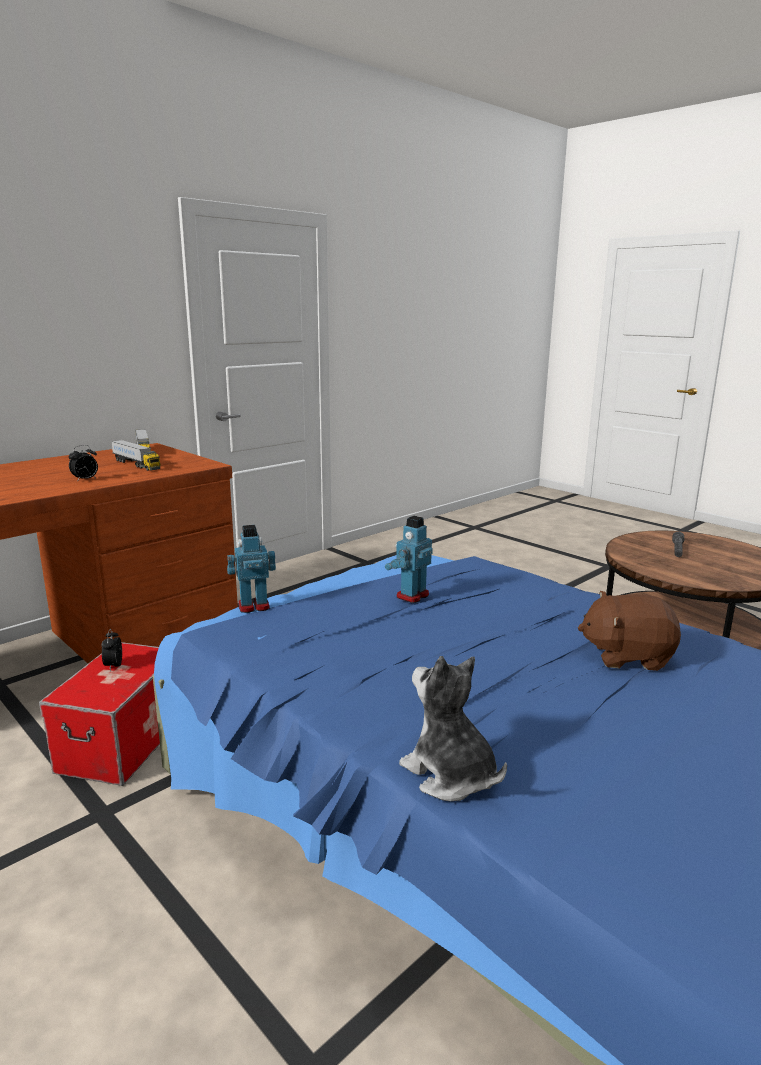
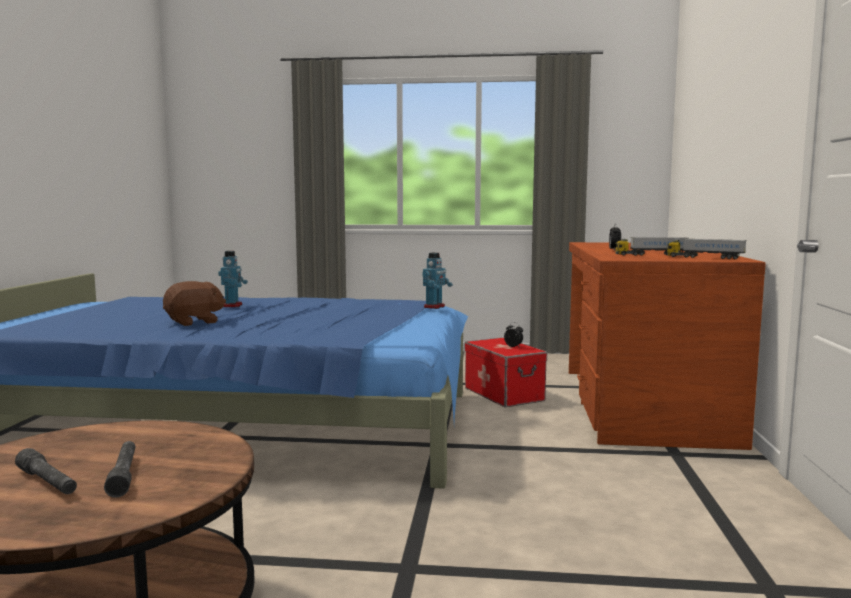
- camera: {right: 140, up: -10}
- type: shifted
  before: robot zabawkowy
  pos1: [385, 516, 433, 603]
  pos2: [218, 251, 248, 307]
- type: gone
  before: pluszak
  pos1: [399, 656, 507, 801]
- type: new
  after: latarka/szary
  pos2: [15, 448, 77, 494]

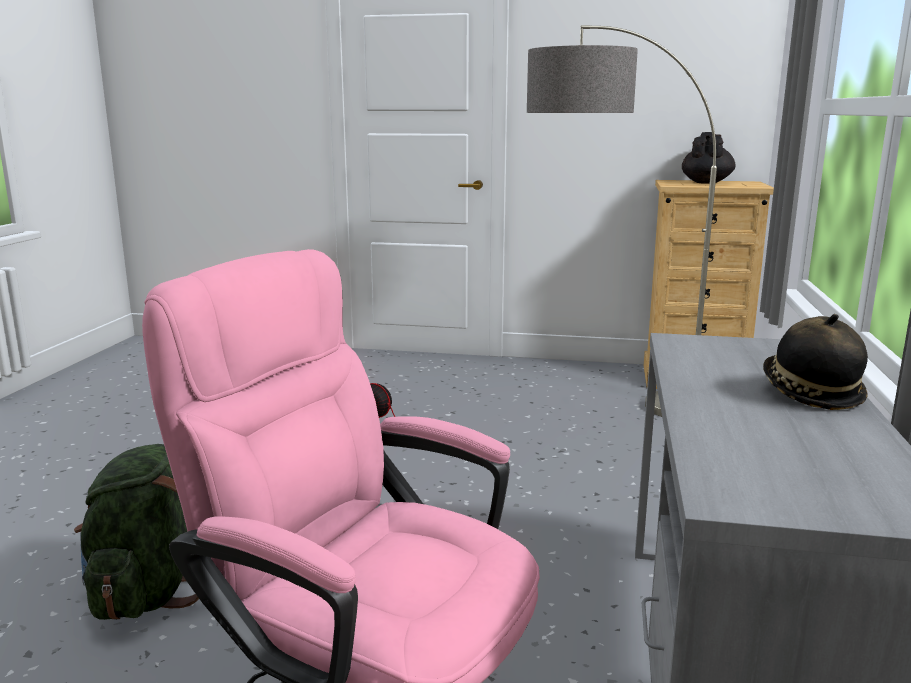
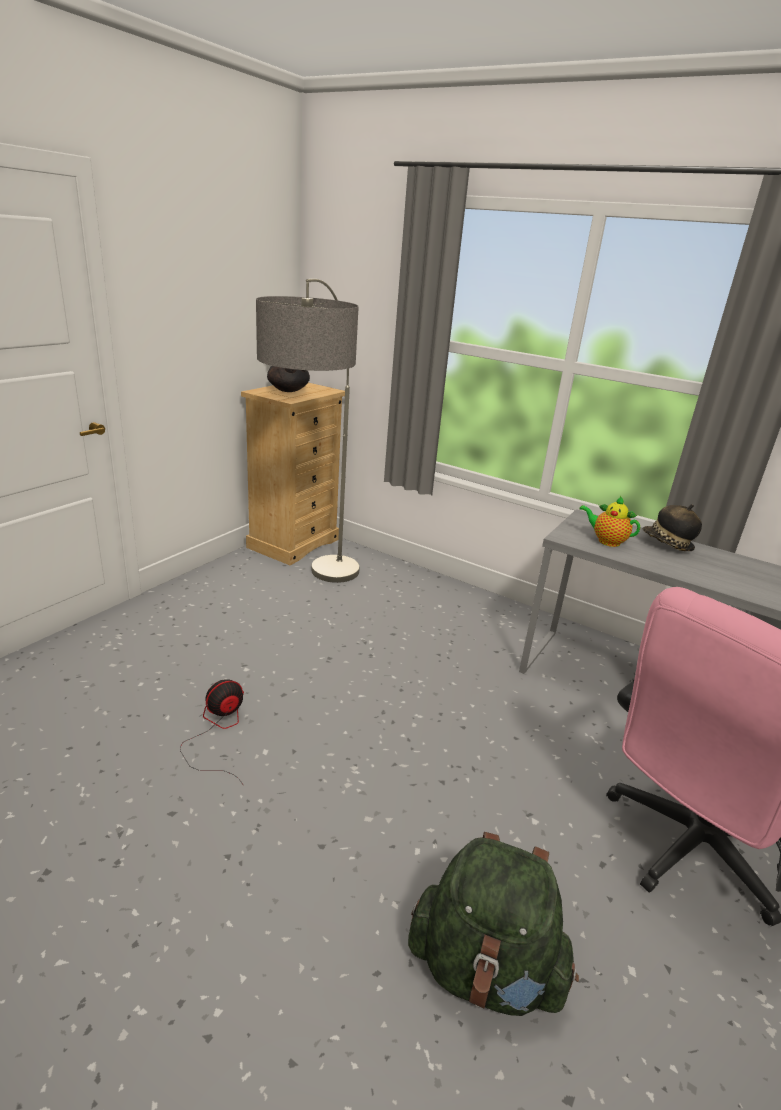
- camera: {right: -70, up: 10}
- type: new
  after: imbryk
  pos2: [579, 496, 640, 547]

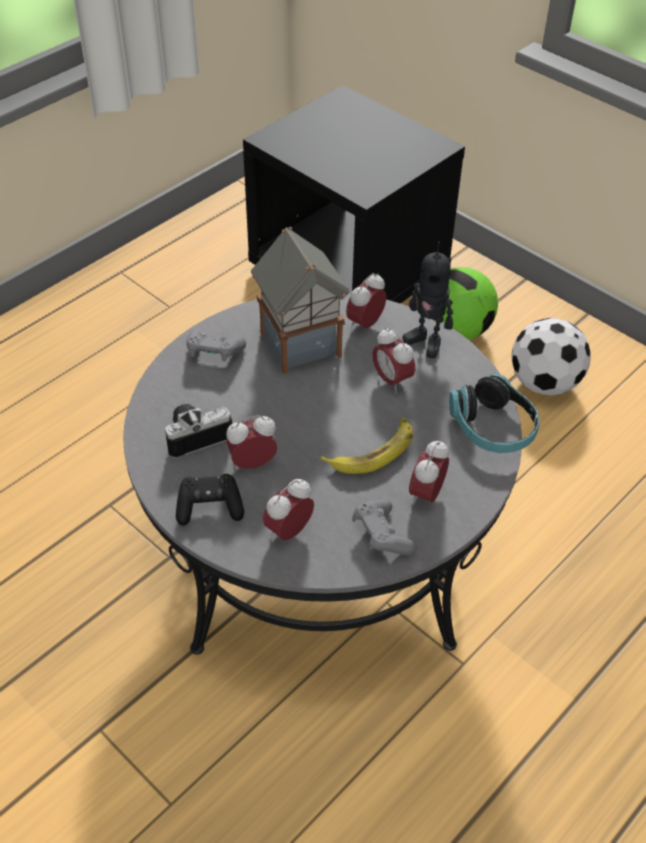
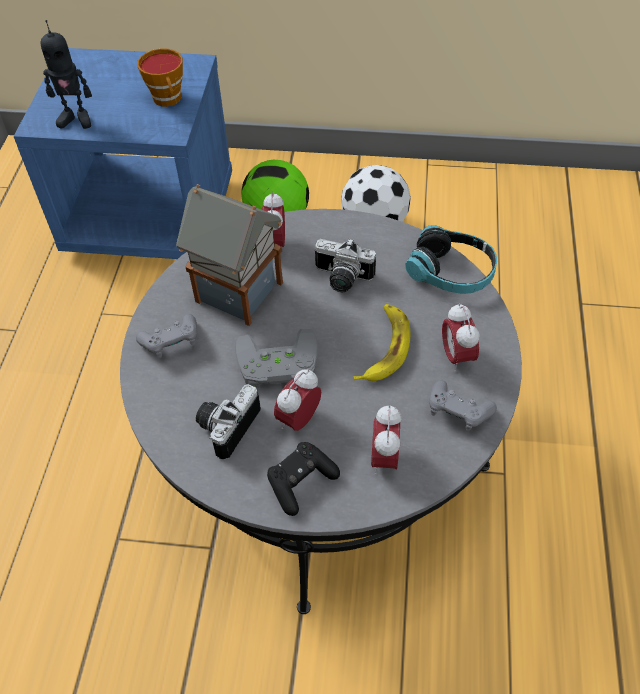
- camera: {right: -35, up: 5}
- type: repainted
  before: szafka nocna/czarny
  after: szafka nocna/niebieski
  pos1: [243, 85, 465, 304]
  pos2: [14, 48, 232, 259]
- type: shifted
  before: robot zabawkowy
  pos1: [402, 241, 453, 358]
  pos2: [41, 20, 92, 129]
- type: swapped
  before: budzik
  after: aparat fotograficzny
  pos1: [373, 327, 415, 393]
  pos2: [315, 238, 376, 292]
- type: new
  after: filiżanka
  pos2: [137, 48, 183, 107]
- type: new
  after: pad do gier/szary
  pos2: [235, 329, 318, 388]

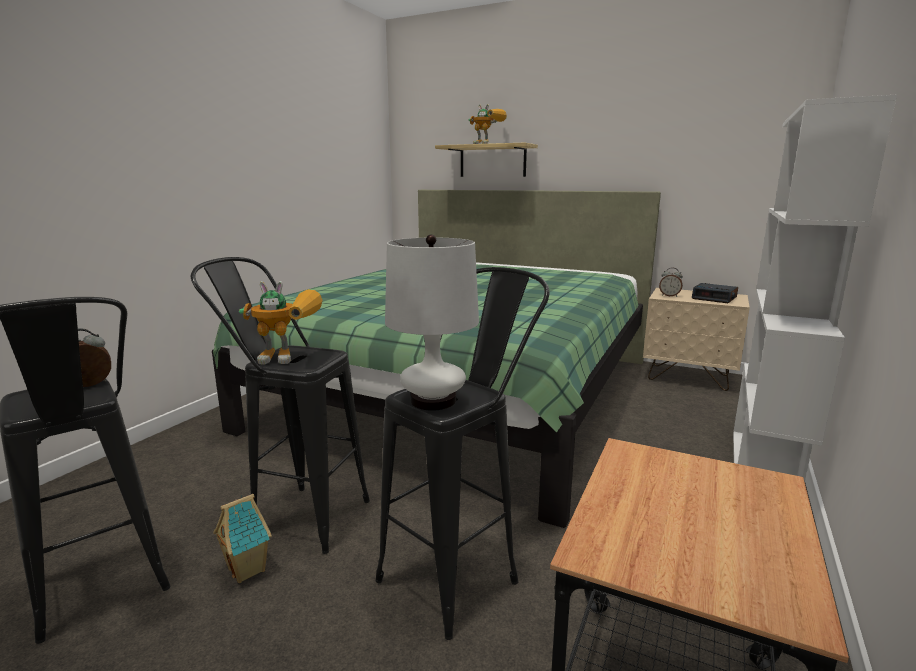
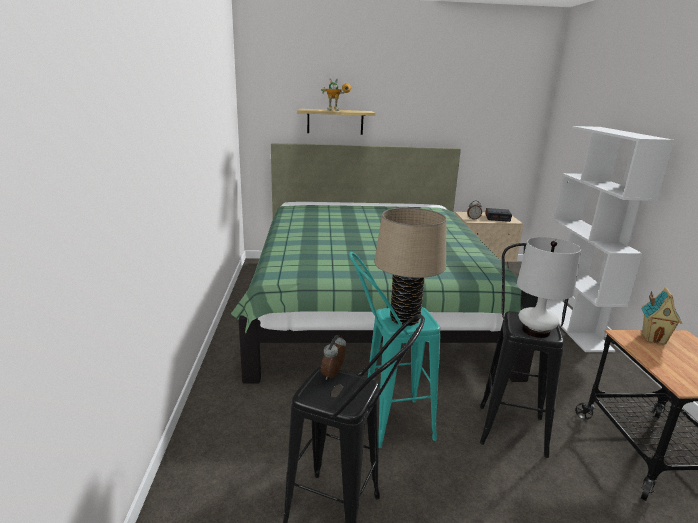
- camera: {right: -30, up: 5}
- type: repainted
  before: stołek/czarny
  after: stołek/turkusowy
  pos1: [190, 257, 370, 554]
  pos2: [349, 252, 440, 448]
- type: swapped
  before: robot zabawkowy
  after: lampa stołowa/beżowy
  pos1: [239, 281, 323, 364]
  pos2: [374, 208, 447, 326]
- type: shifted
  before: domek
  pos1: [213, 494, 272, 583]
  pos2: [641, 287, 683, 344]

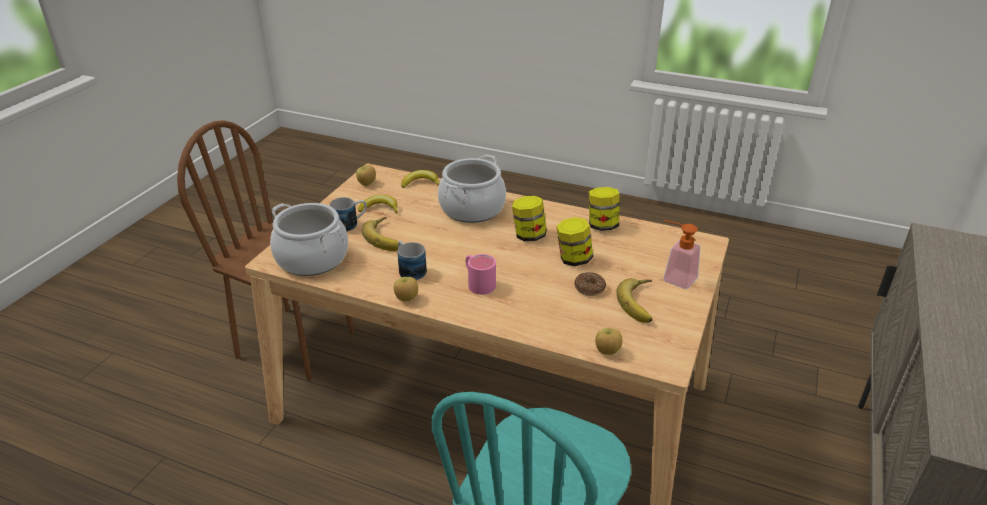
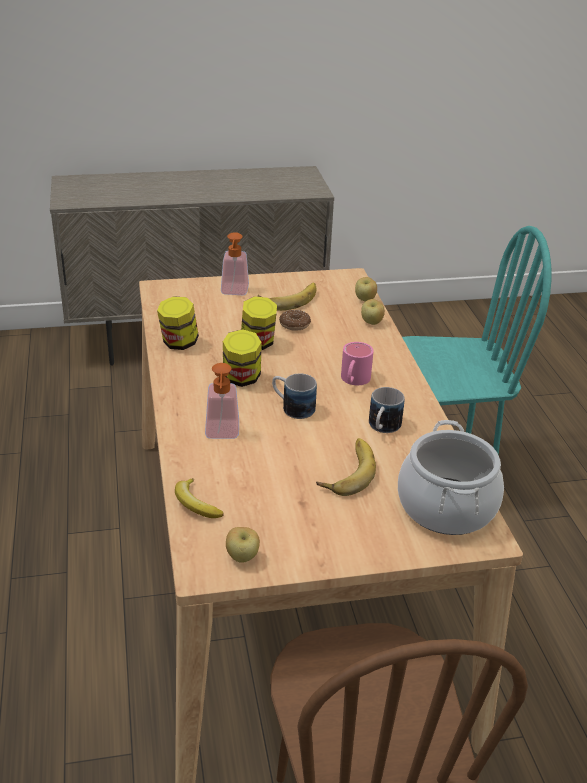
- camera: {right: -125, up: 0}
- type: swapped
  before: garnek
  after: dozownik mydła
  pos1: [438, 155, 506, 223]
  pos2: [205, 363, 239, 439]
- type: gone
  before: banan
  pos1: [358, 195, 398, 214]
- type: shifted
  before: kubek
  pos1: [329, 197, 367, 232]
  pos2: [272, 374, 317, 419]
- type: shifted
  before: jabłko
  pos1: [394, 277, 418, 301]
  pos2: [361, 299, 385, 325]

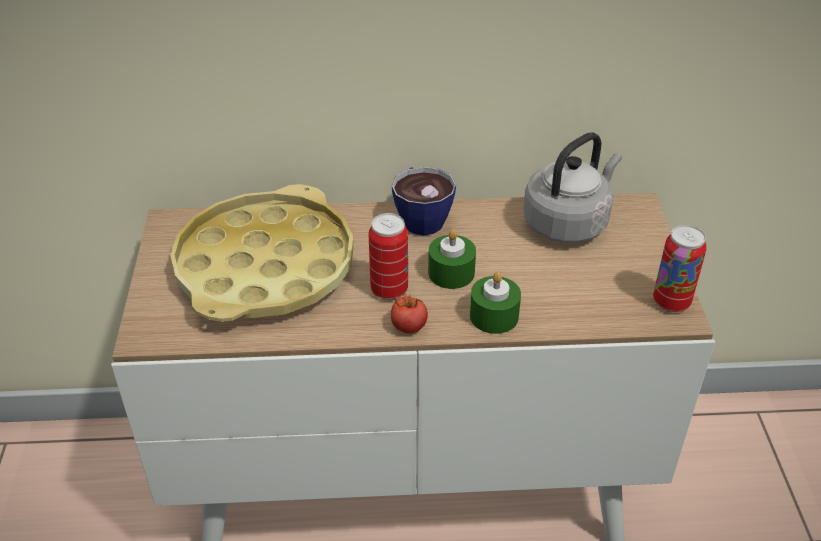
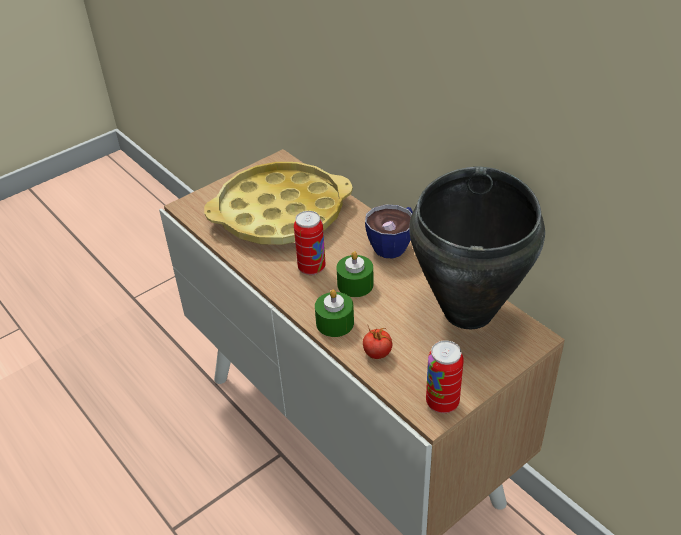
- camera: {right: 55, up: 0}
- type: swapped
  before: czajnik/szary
  after: garnek/czarny
  pos1: [523, 132, 622, 243]
  pos2: [409, 167, 545, 329]
- type: shifted
  before: pomidor
  pos1: [391, 293, 428, 333]
  pos2: [363, 326, 392, 359]

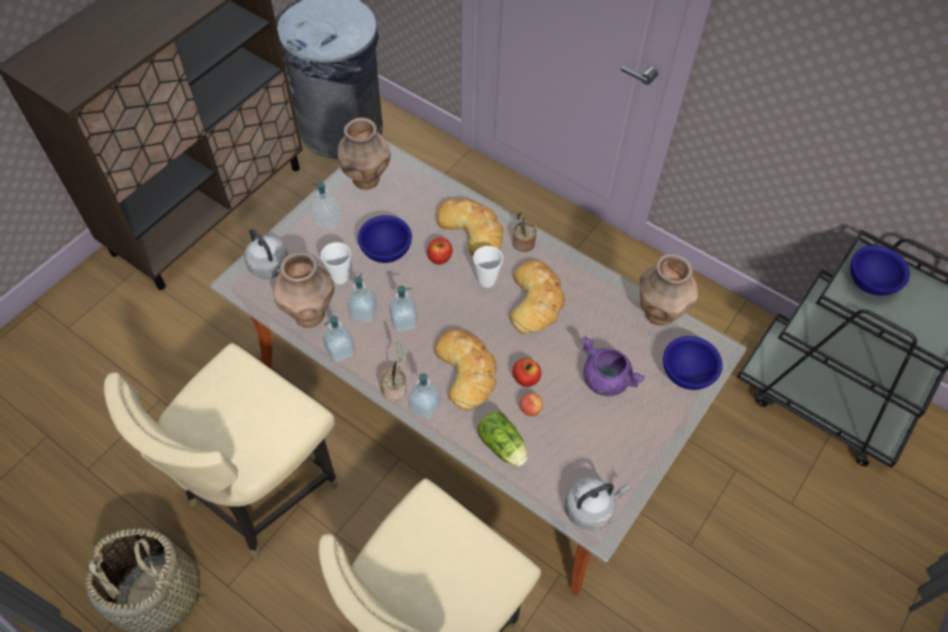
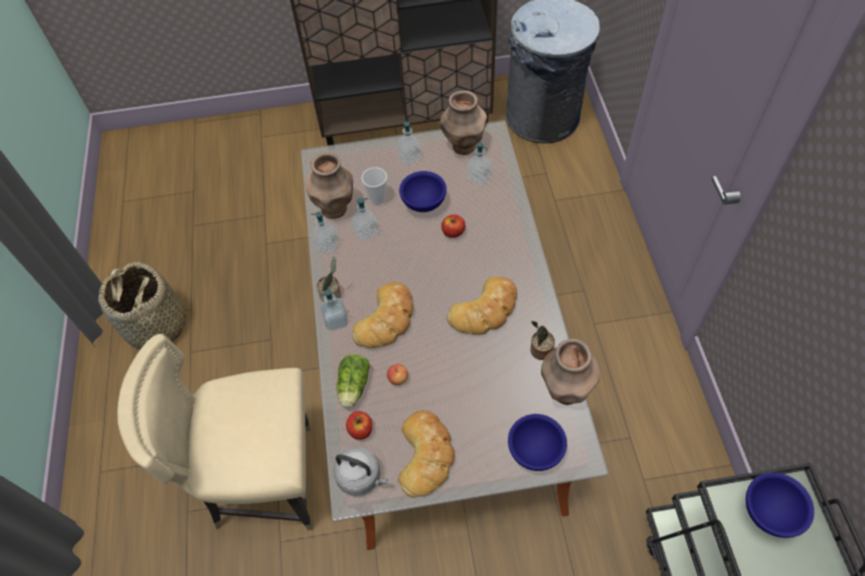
- camera: {right: 50, up: 0}
- type: shifted
  before: chleb
  pos1: [437, 198, 503, 256]
  pos2: [398, 410, 455, 497]
- type: shifted
  before: roślina doniczkowa
  pos1: [513, 211, 537, 252]
  pos2: [530, 321, 555, 360]
- type: gone
  before: czajnik/szary
  pos1: [244, 229, 288, 279]
- type: gone
  before: filiżanka
  pos1: [473, 246, 503, 288]
- type: shifted
  before: dozownik mydła
  pos1: [389, 286, 418, 332]
  pos2: [467, 142, 492, 186]
- type: gone
  before: garnek/fioletowy
  pos1: [580, 336, 645, 396]
- type: gone
  before: krzesło/beżowy
  pos1: [104, 343, 338, 560]
- type: shifted
  before: jabłko
  pos1: [513, 358, 541, 387]
  pos2: [346, 411, 372, 440]

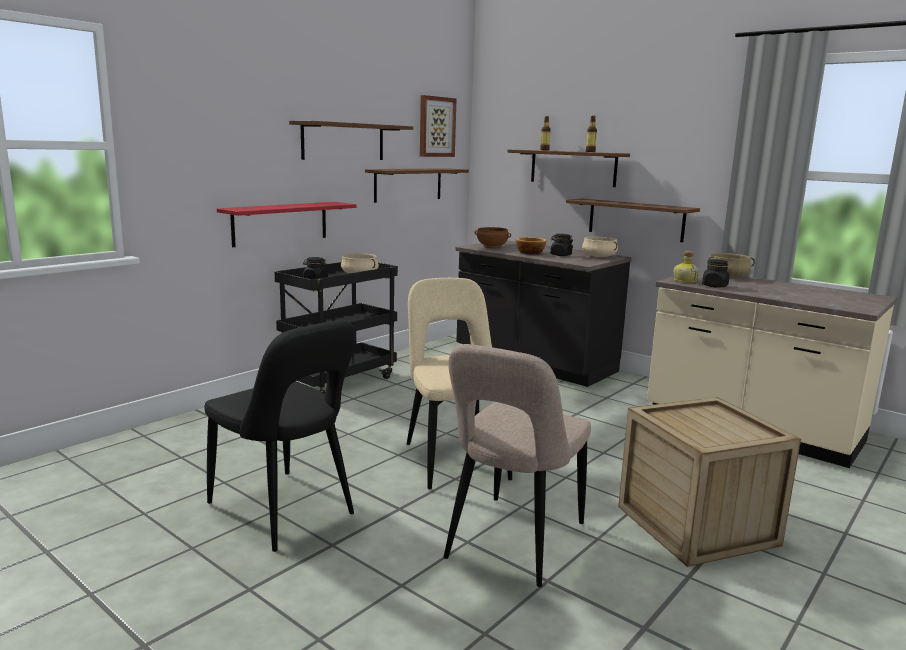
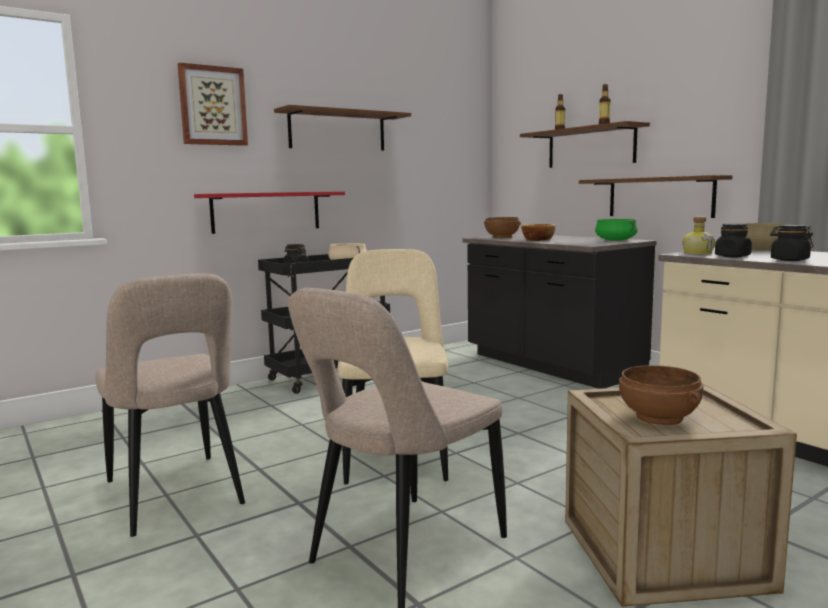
- camera: {right: 15, up: -5}
- type: shifted
  before: obraz
  pos1: [420, 95, 456, 157]
  pos2: [178, 62, 248, 146]
- type: gone
  before: półka/brązowy
  pos1: [365, 168, 469, 203]
- type: shifted
  before: słoik/czarny
  pos1: [551, 234, 573, 256]
  pos2: [770, 225, 813, 261]
- type: repainted
  before: garnek/beżowy
  after: garnek/zielony
  pos1: [582, 237, 618, 257]
  pos2: [595, 219, 638, 241]
- type: repainted
  before: krzesło/czarny
  after: krzesło/beżowy
  pos1: [204, 320, 356, 552]
  pos2: [95, 273, 245, 537]
- type: new
  after: miska/brązowy
  pos2: [619, 365, 703, 425]

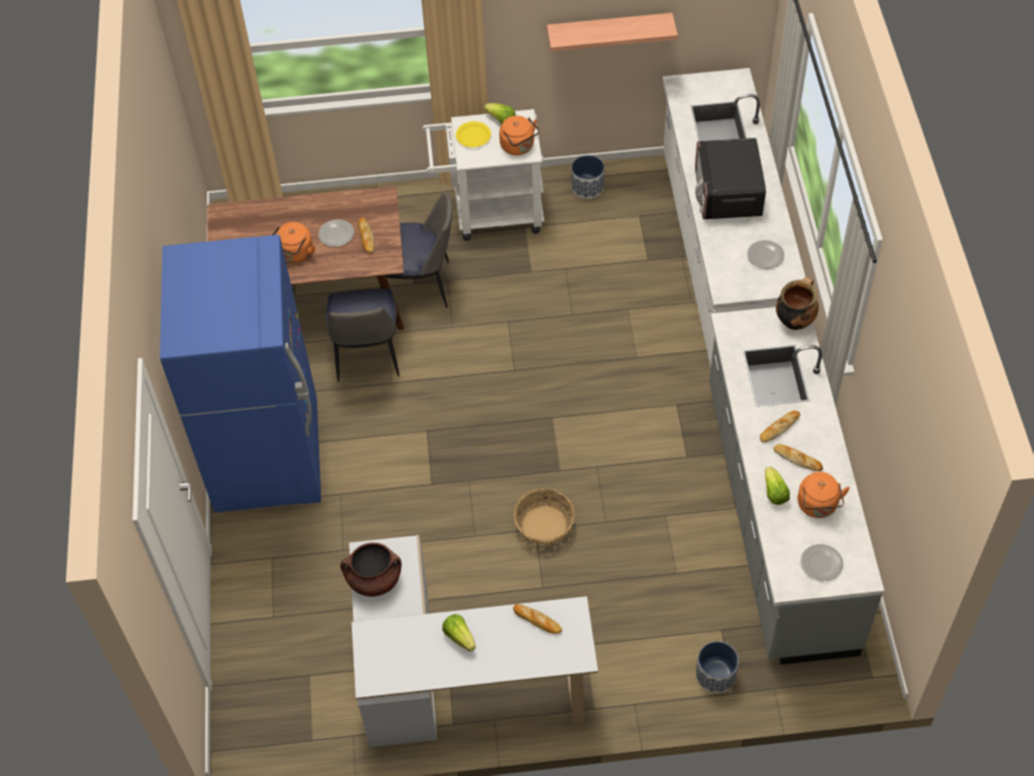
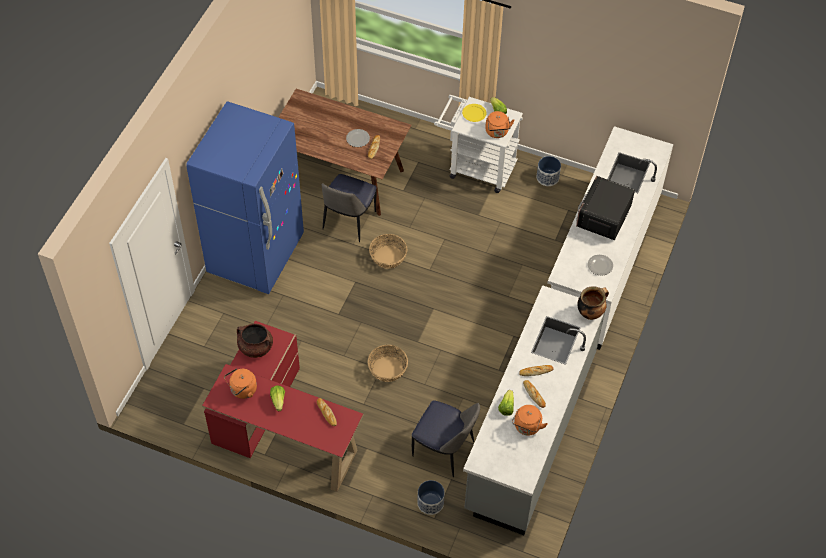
- camera: {right: 25, up: 0}
- type: gone
  before: półka
  pos1: [547, 13, 678, 52]
- type: shifted
  before: krzesło
  pos1: [386, 191, 452, 308]
  pos2: [412, 400, 480, 477]
- type: shifted
  before: czajnik/pomarańczowy
  pos1: [272, 222, 315, 263]
  pos2: [224, 368, 257, 399]
- type: repainted
  before: biurko/biały
  after: biurko/czerwony
  pos1: [349, 535, 598, 747]
  pos2: [202, 321, 363, 492]
- type: gone
  before: talerz
  pos1: [801, 544, 843, 581]
- type: new
  after: koszyk
  pos2: [369, 234, 407, 269]

